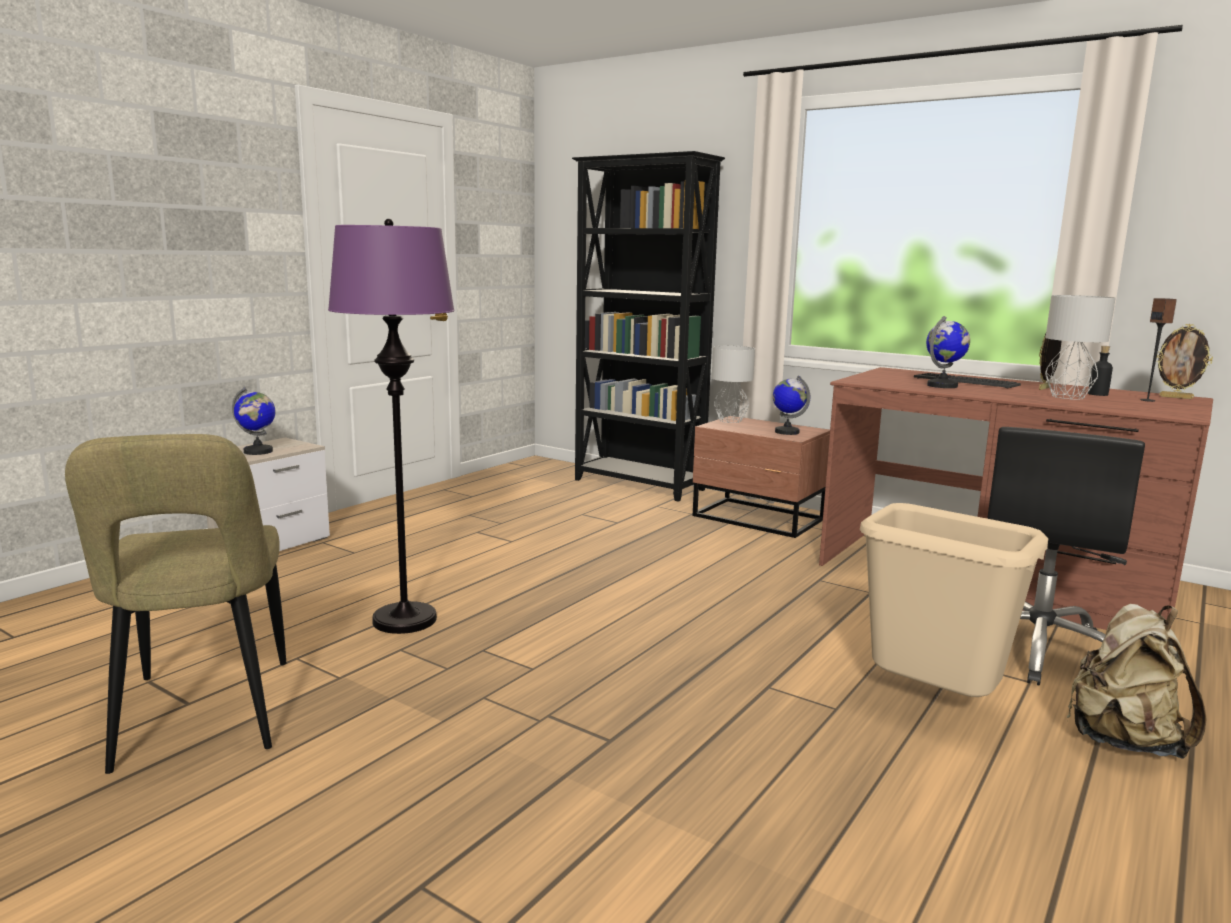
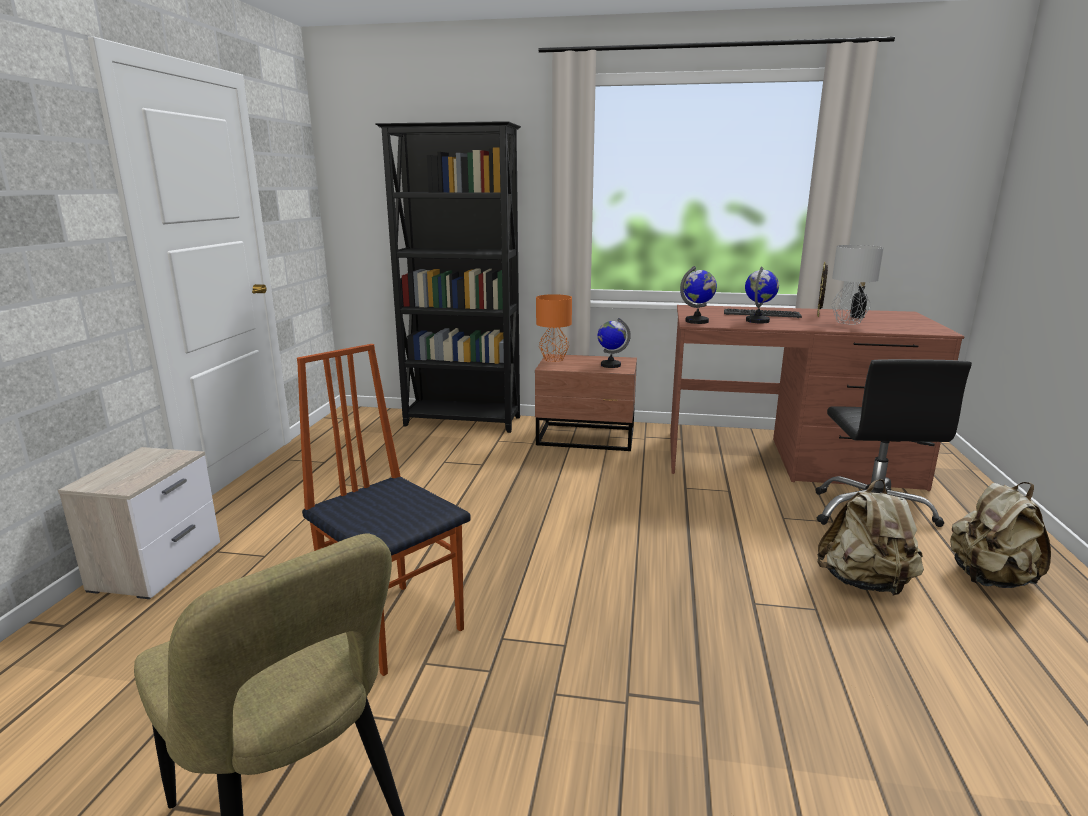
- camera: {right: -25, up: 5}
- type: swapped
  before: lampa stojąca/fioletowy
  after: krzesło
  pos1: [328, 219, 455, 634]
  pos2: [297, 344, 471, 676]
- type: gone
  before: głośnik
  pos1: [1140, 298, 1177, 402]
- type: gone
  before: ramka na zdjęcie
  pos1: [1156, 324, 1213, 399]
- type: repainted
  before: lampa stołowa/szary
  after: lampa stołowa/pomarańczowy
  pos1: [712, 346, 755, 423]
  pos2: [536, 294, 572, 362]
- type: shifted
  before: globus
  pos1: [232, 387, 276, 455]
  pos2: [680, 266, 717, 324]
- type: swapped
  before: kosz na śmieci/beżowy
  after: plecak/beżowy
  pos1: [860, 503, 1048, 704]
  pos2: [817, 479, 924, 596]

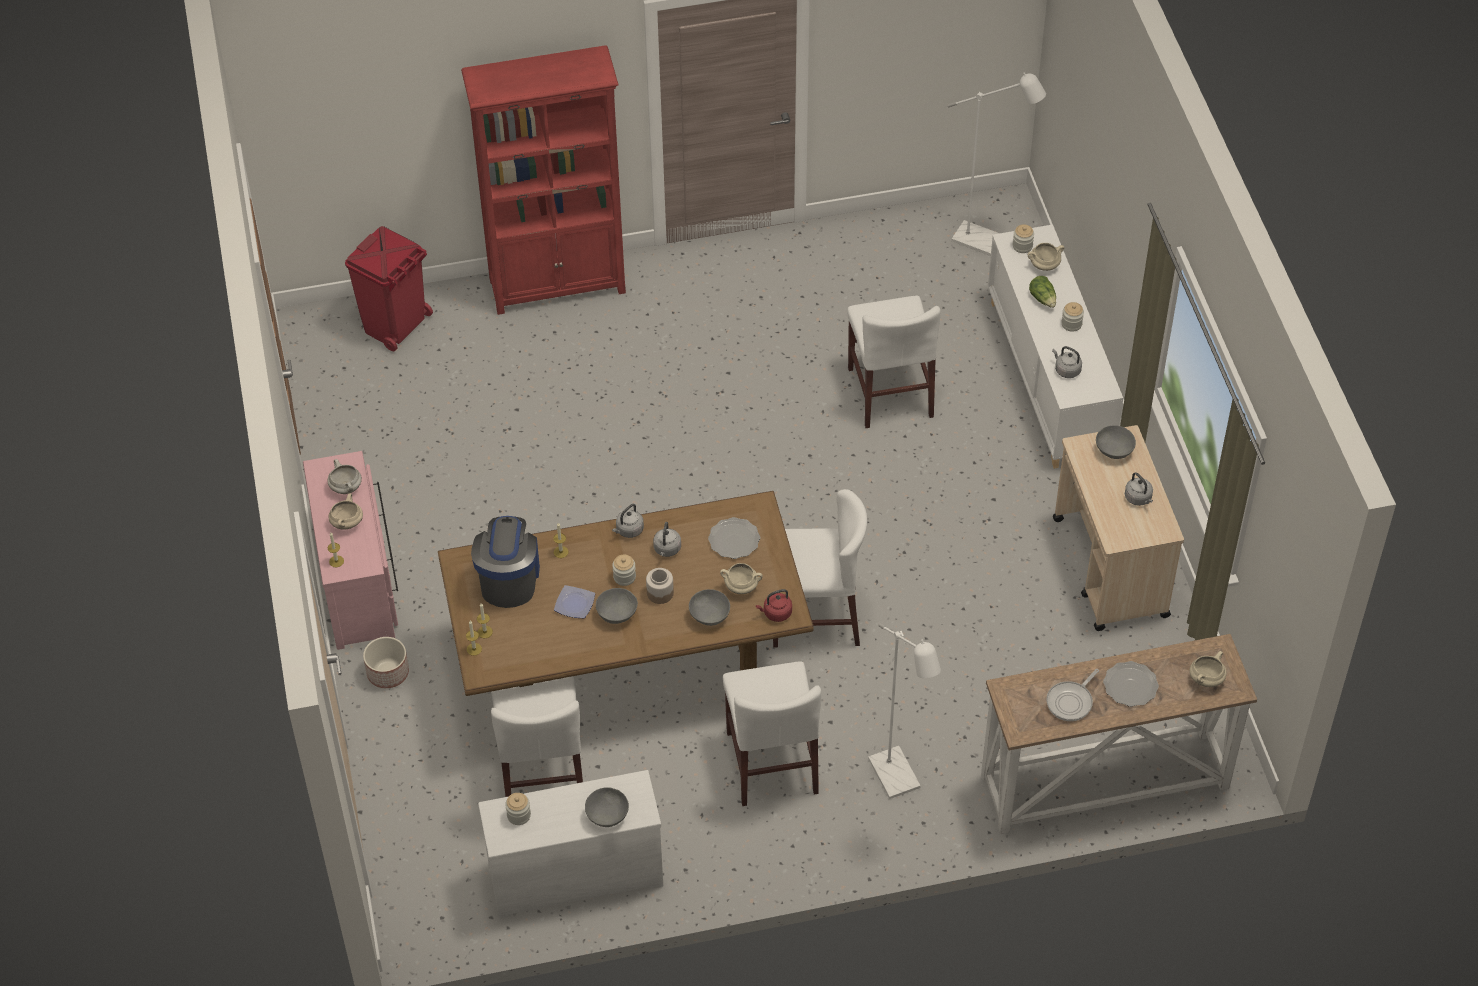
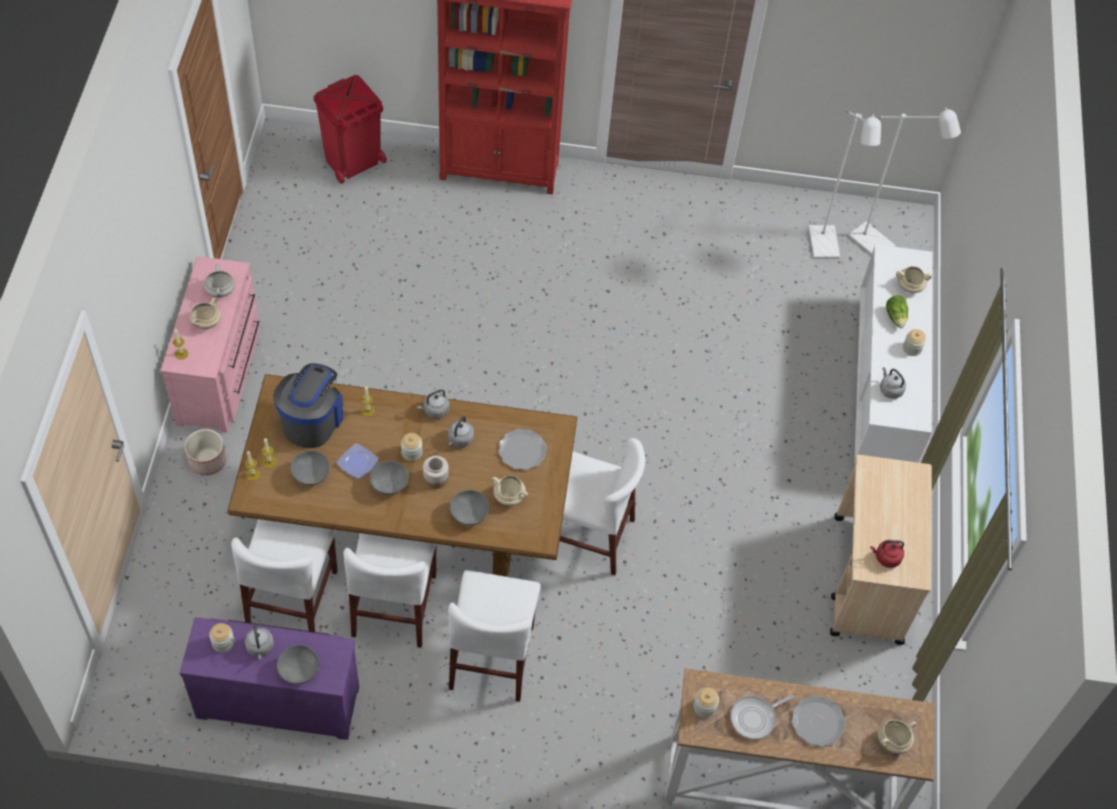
- camera: {right: 15, up: 5}
- type: shifted
  before: słoik
  pos1: [1013, 224, 1034, 253]
  pos2: [693, 687, 719, 718]
- type: shifted
  before: krzesło/biały
  pos1: [847, 296, 940, 428]
  pos2: [344, 533, 436, 648]
- type: shifted
  before: miska/szary
  pos1: [1096, 425, 1136, 459]
  pos2: [291, 451, 330, 486]
- type: shifted
  before: czajnik/szary
  pos1: [1125, 472, 1153, 506]
  pos2: [245, 624, 274, 660]
- type: shifted
  before: czajnik/czerwony
  pos1: [756, 589, 792, 622]
  pos2: [870, 540, 904, 568]
- type: shifted
  before: lampa stojąca/biały
  pos1: [868, 623, 941, 799]
  pos2: [808, 110, 881, 259]
- type: repainted
  before: komoda/biały
  after: komoda/fioletowy
  pos1: [478, 770, 663, 919]
  pos2: [180, 617, 359, 740]

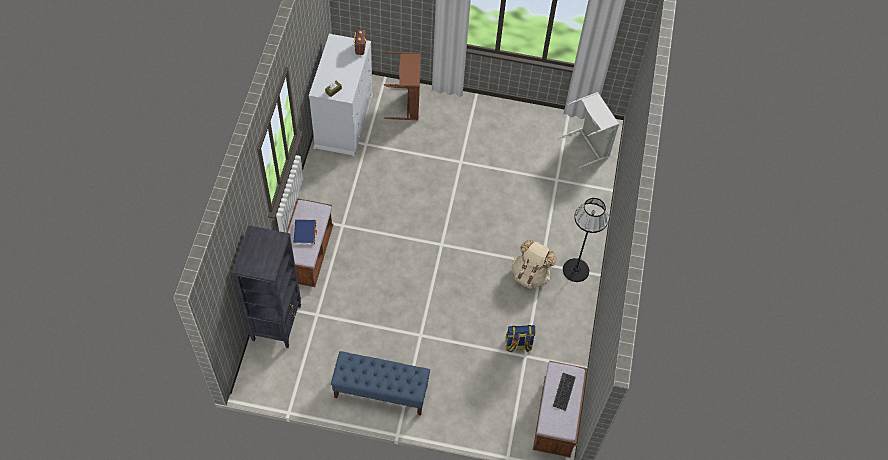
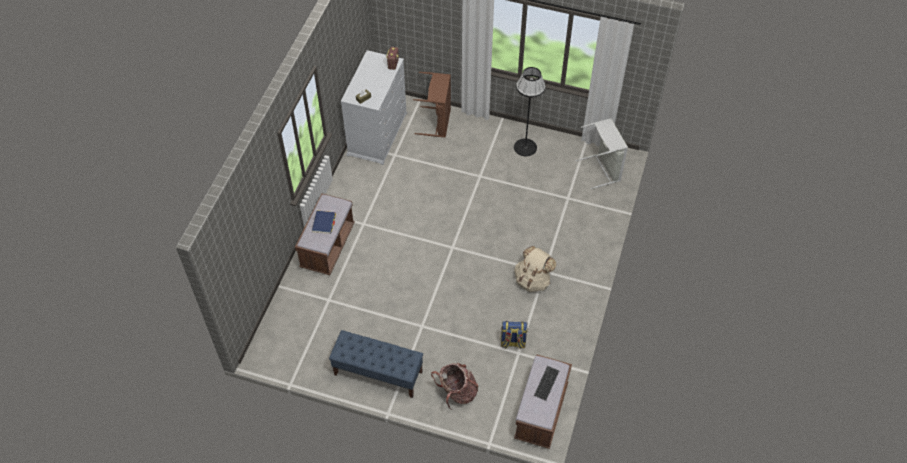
- camera: {right: 10, up: -5}
- type: shifted
  before: lampa stojąca/czarny
  pos1: [563, 198, 609, 282]
  pos2: [514, 67, 546, 156]
- type: gone
  before: regał/czarny
  pos1: [232, 225, 301, 348]
- type: new
  after: plecak
  pos2: [431, 363, 478, 410]

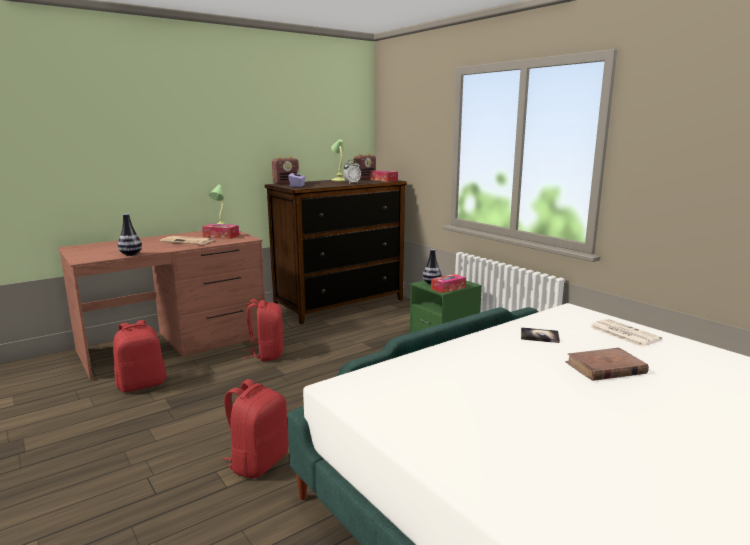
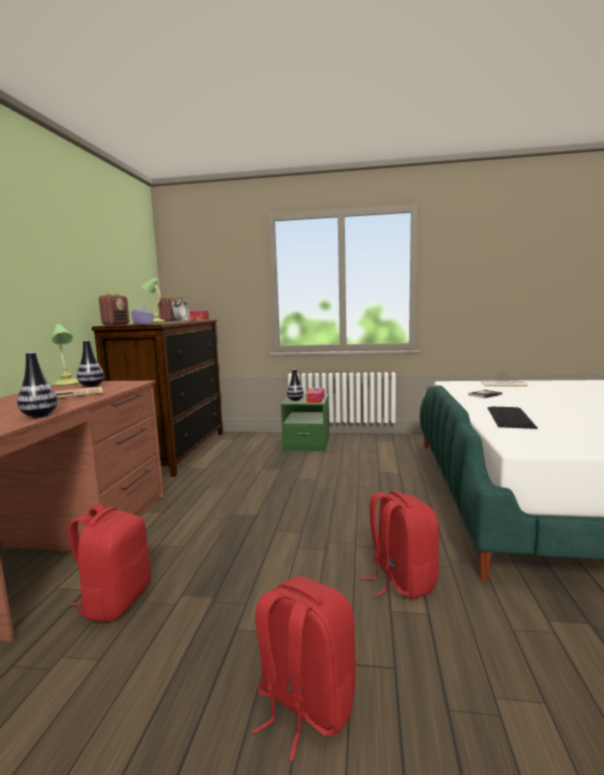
- camera: {right: -45, up: -5}
- type: swapped
  before: pudełko chusteczek
  after: wazon
  pos1: [202, 224, 239, 239]
  pos2: [77, 340, 104, 387]
- type: shifted
  before: plecak/czerwony
  pos1: [243, 299, 283, 361]
  pos2: [251, 576, 357, 761]
- type: gone
  before: książka/brązowy
  pos1: [565, 348, 649, 381]
- type: new
  after: klawiatura
  pos2: [487, 406, 538, 429]

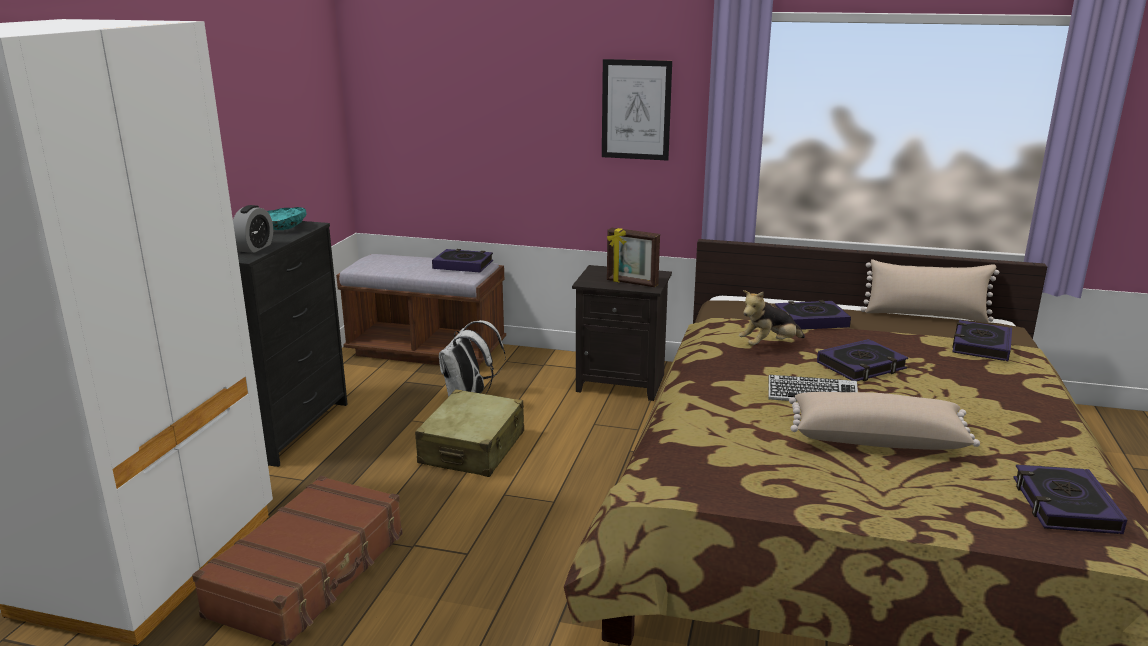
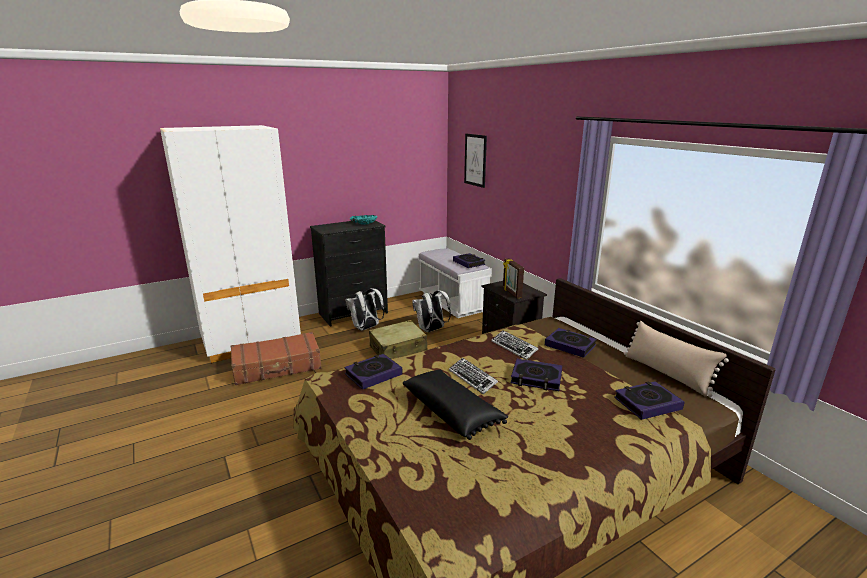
- camera: {right: 45, up: 0}
- type: shifted
  before: obraz
  pos1: [602, 59, 672, 161]
  pos2: [464, 134, 487, 188]
- type: gone
  before: budzik
  pos1: [233, 205, 273, 253]
- type: repainted
  before: ławka/brązowy
  after: ławka/biały
  pos1: [336, 254, 506, 365]
  pos2: [419, 248, 492, 318]
- type: swapped
  before: pluszak
  after: klawiatura
  pos1: [739, 290, 805, 346]
  pos2: [491, 330, 538, 360]
- type: repainted
  before: poduszka/beżowy
  after: poduszka/czarny
  pos1: [789, 392, 980, 450]
  pos2: [403, 370, 508, 440]
- type: shifted
  before: książka
  pos1: [1013, 465, 1128, 534]
  pos2: [344, 354, 403, 390]
- type: new
  after: plecak/biały
  pos2: [345, 288, 384, 331]

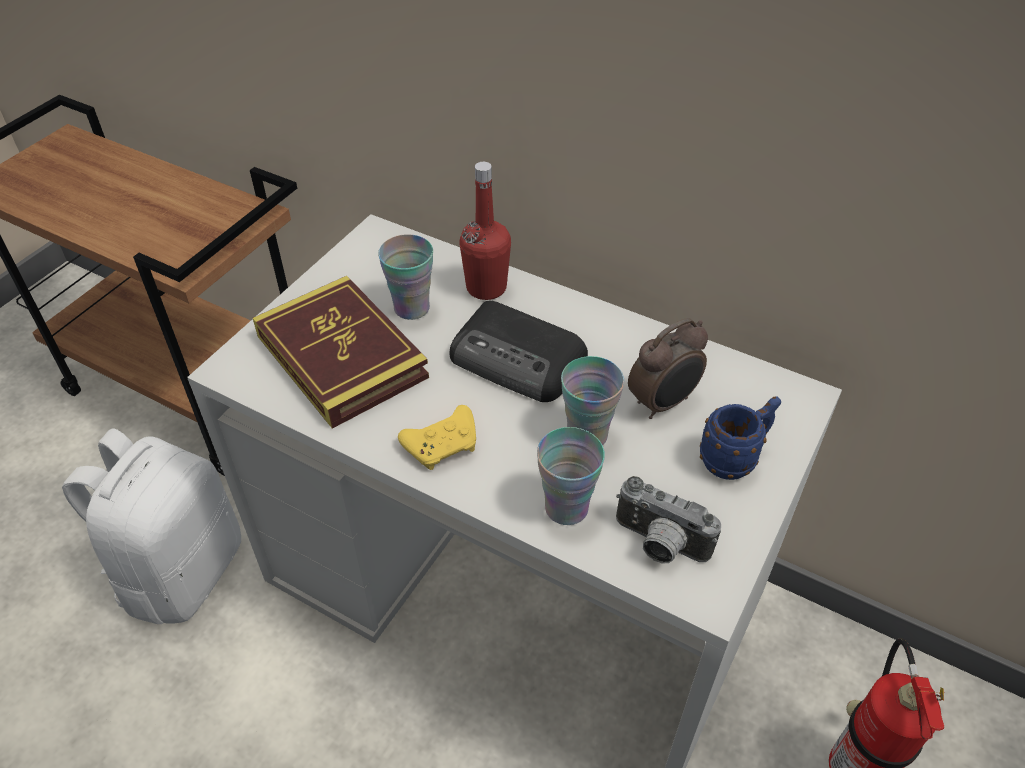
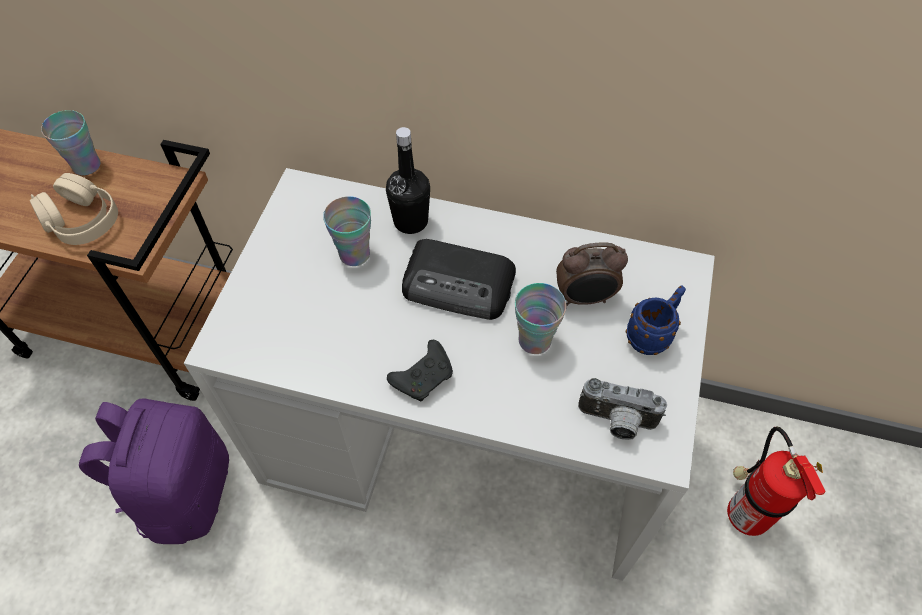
- camera: {right: -15, up: 10}
- type: repainted
  before: butelka/czerwony
  after: butelka/czarny
  pos1: [460, 162, 511, 300]
  pos2: [386, 127, 430, 234]
- type: gone
  before: książka
  pos1: [253, 276, 429, 429]
- type: rotated
  before: budzik
  pos1: [628, 318, 708, 419]
  pos2: [556, 242, 628, 306]
  turn: 45
- type: repainted
  before: pad do gier/żółty
  after: pad do gier/czarny
  pos1: [398, 405, 476, 470]
  pos2: [387, 340, 453, 401]
- type: shifted
  before: filiżanka
  pos1: [537, 427, 605, 525]
  pos2: [41, 110, 100, 175]
- type: repainted
  before: plecak/biały
  after: plecak/fioletowy
  pos1: [62, 428, 241, 624]
  pos2: [79, 398, 229, 544]
- type: new
  after: słuchawki/beżowy
  pos2: [30, 173, 118, 245]

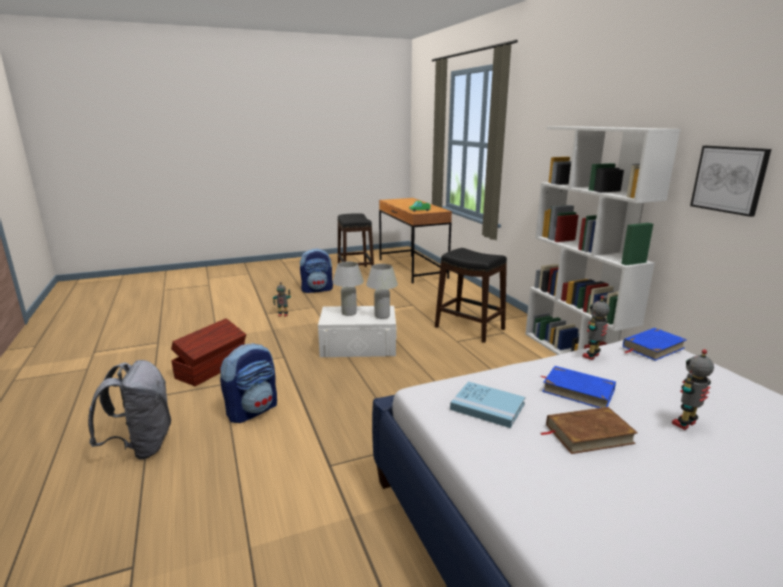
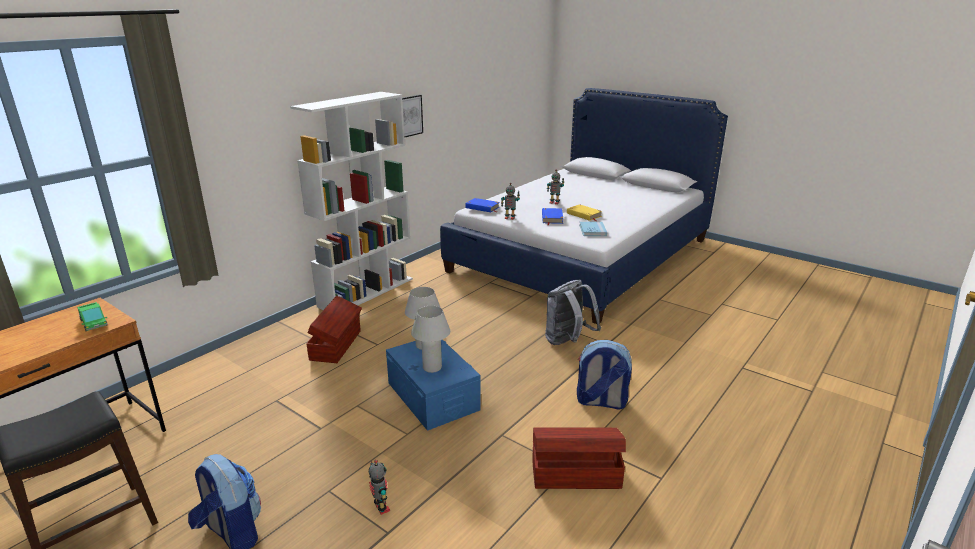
- camera: {right: -120, up: 5}
- type: swapped
  before: stołek/czarny
  after: pojemnik do przechowywania/brązowy
  pos1: [435, 248, 507, 343]
  pos2: [306, 296, 362, 363]
- type: repainted
  before: pojemnik do przechowywania/biały
  after: pojemnik do przechowywania/niebieski
  pos1: [318, 306, 397, 357]
  pos2: [386, 340, 481, 431]
- type: shifted
  before: plecak/szary
  pos1: [88, 360, 171, 460]
  pos2: [545, 280, 601, 345]
- type: repainted
  before: książka/brązowy
  after: książka/żółty
  pos1: [541, 407, 638, 454]
  pos2: [567, 204, 602, 221]

